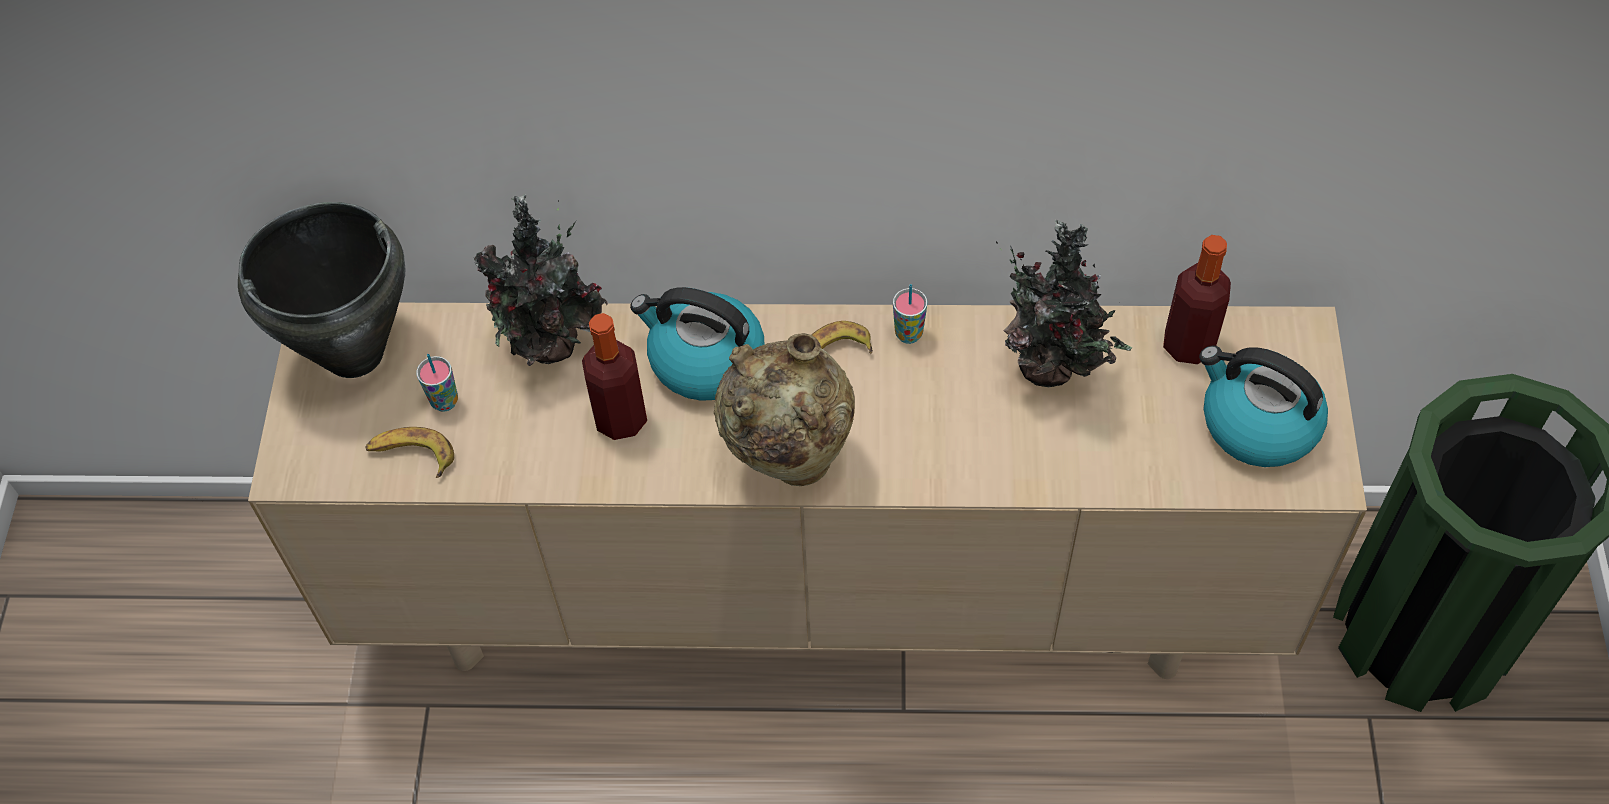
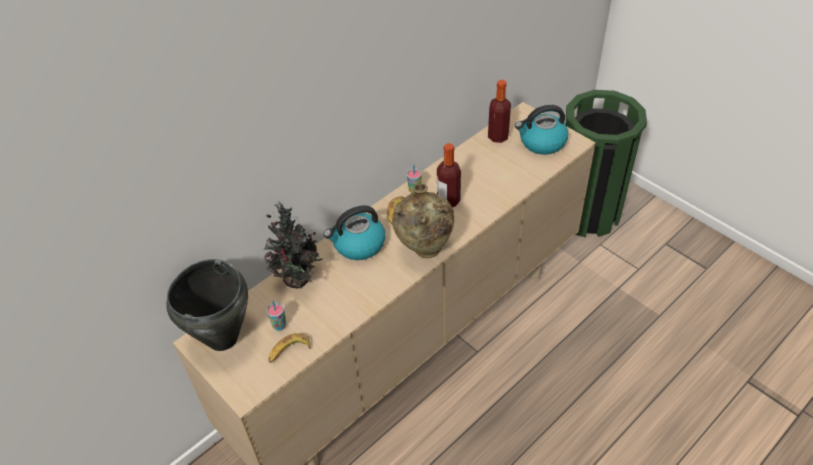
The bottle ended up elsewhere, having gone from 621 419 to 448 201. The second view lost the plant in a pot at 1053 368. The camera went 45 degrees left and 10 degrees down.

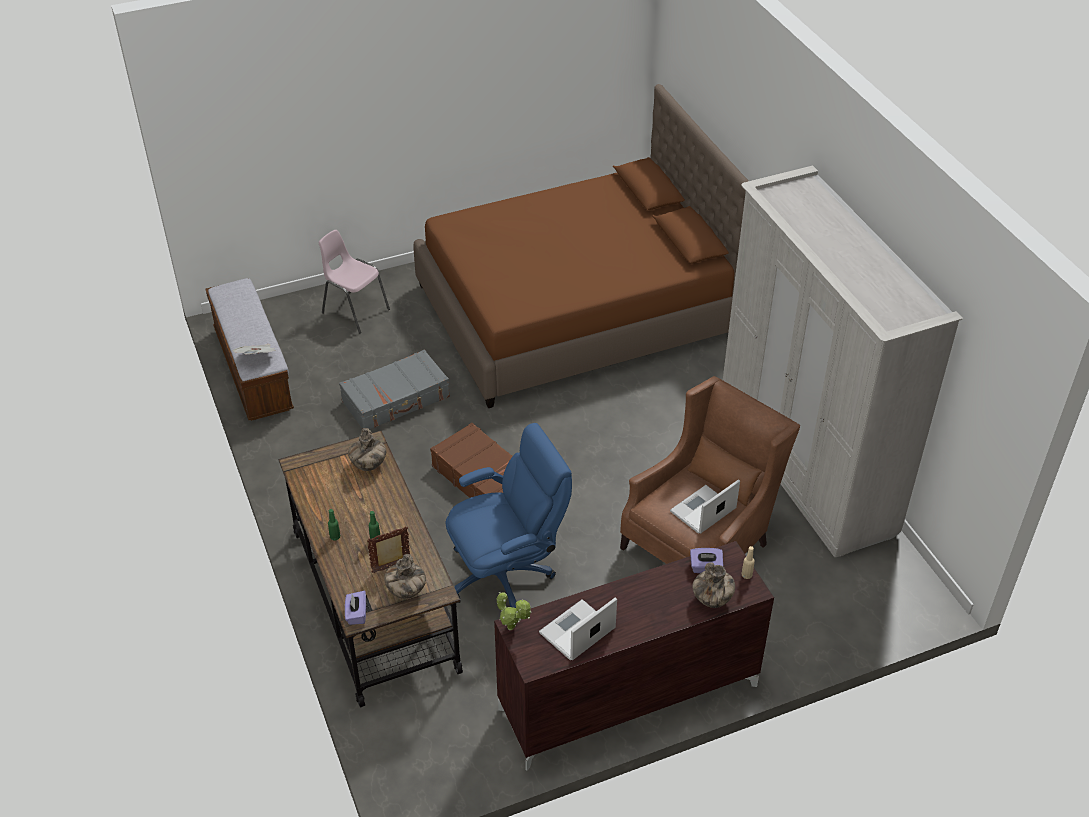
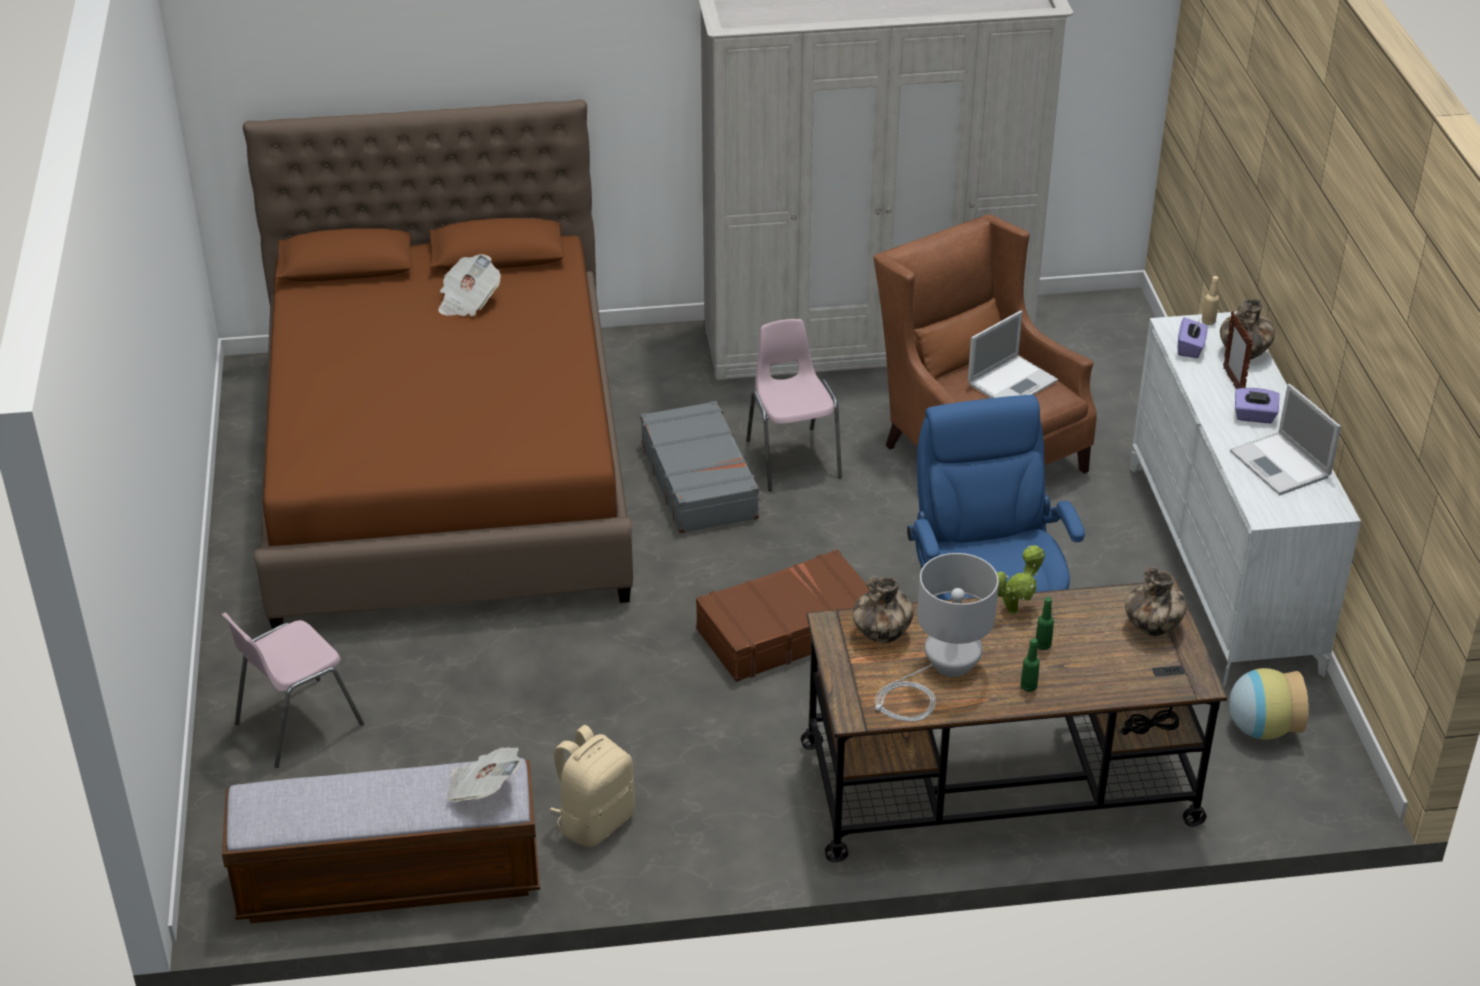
The travel case in grey ended up elsewhere, having gone from 396 399 to 700 481. The box of tissues in purplish ended up elsewhere, having gone from 356 614 to 1254 416. The picture frame ended up elsewhere, having gone from 391 567 to 1233 383. What was the drawer chest in brown-coloured at 628 698 turned into the drawer chest in white at 1222 567. The plant in a pot ended up elsewhere, having gone from 512 628 to 1015 610. The laptop at 702 511 ended up facing another way, 105 degrees counterclockwise from before. The second view gained the newspaper at 468 301. The second view gained the backpack in beige at 595 821. The second view gained the upright chair in pink-coloured at 792 458. The second view gained the table lamp in grey at 934 678. The second view gained the flower vase at 1261 728. The camera went 75 degrees left and 5 degrees down.

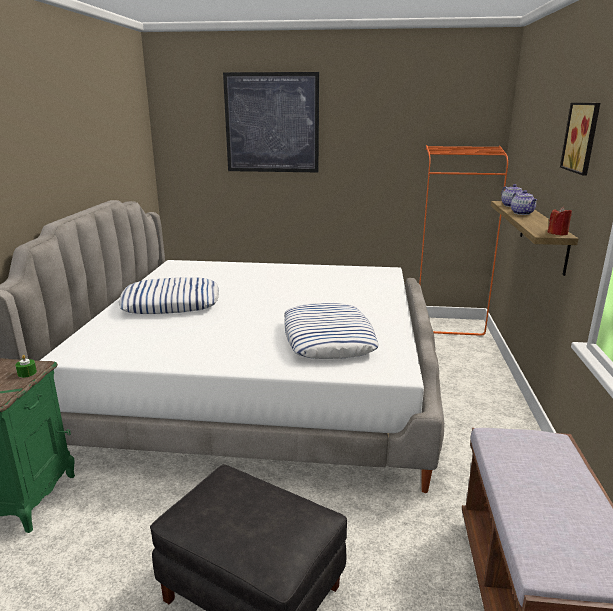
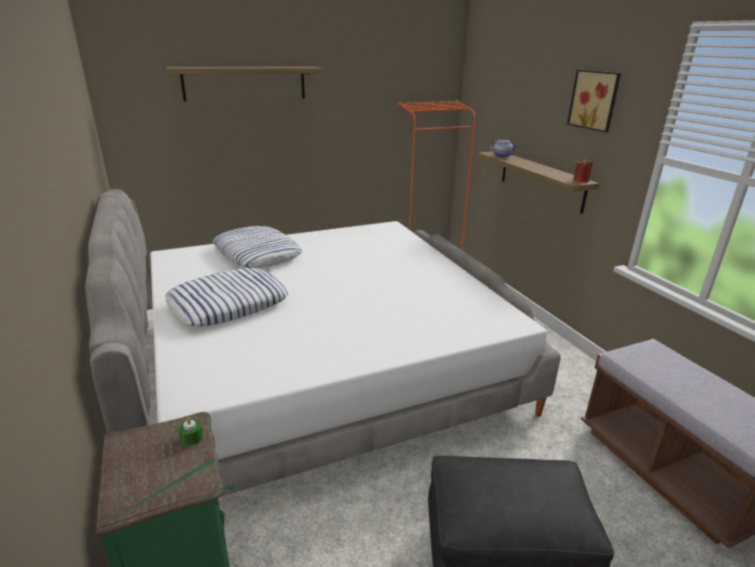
Where the picture hung at 272 123, the bracket shelf came to hang at 245 83. The throw pillow ended up elsewhere, having gone from 327 338 to 257 253. The second view lost the teapot at 522 213. The camera went 30 degrees left and 5 degrees up.

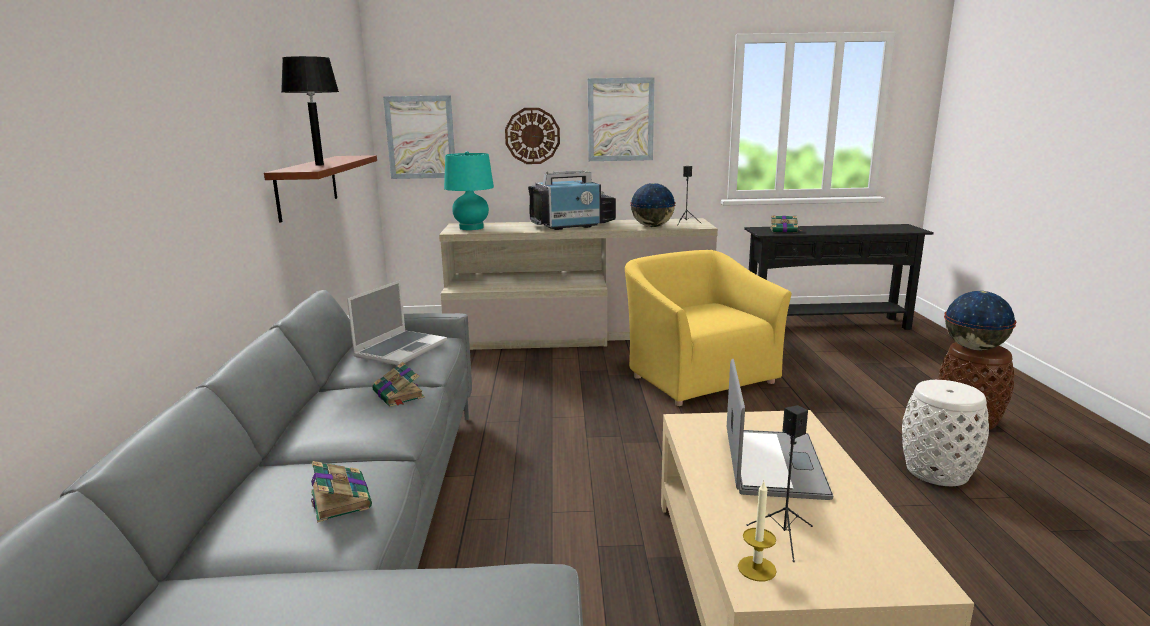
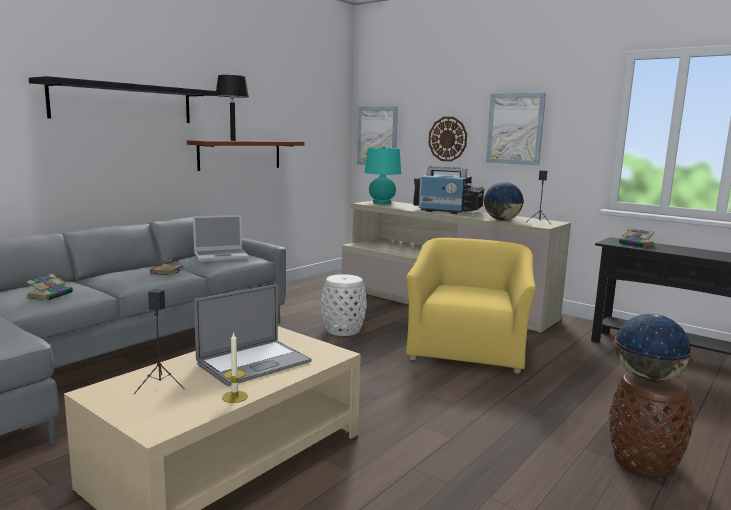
The wax candle ended up elsewhere, having gone from 757 568 to 235 397. The stool seat in white ended up elsewhere, having gone from 936 471 to 343 330. The second view gained the bracket shelf in black-coloured at 124 103. The camera went 40 degrees right and 5 degrees down.

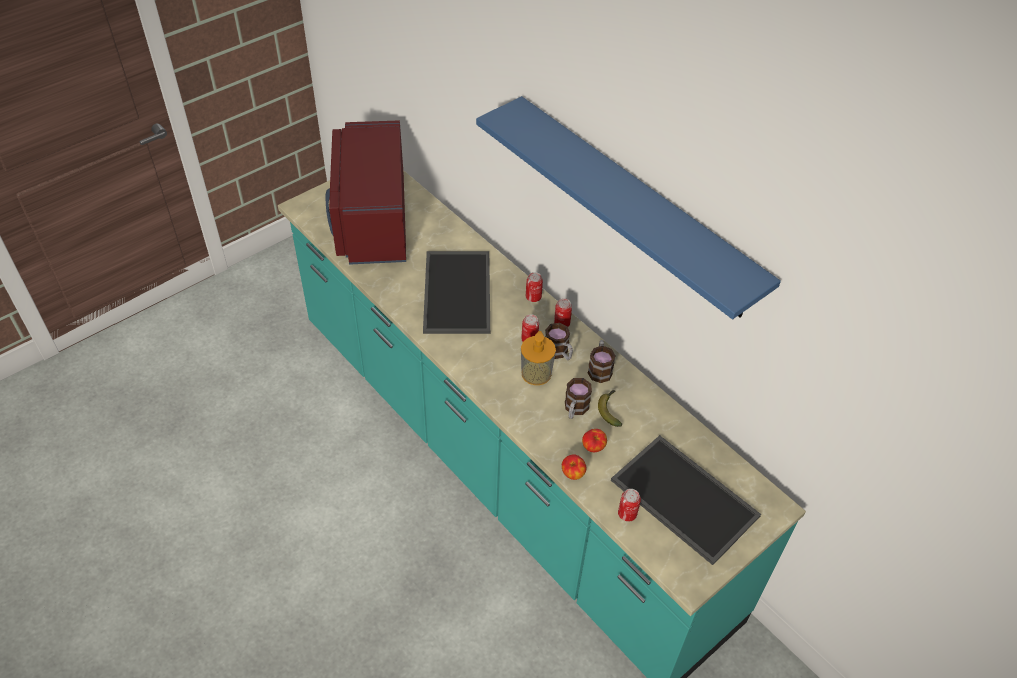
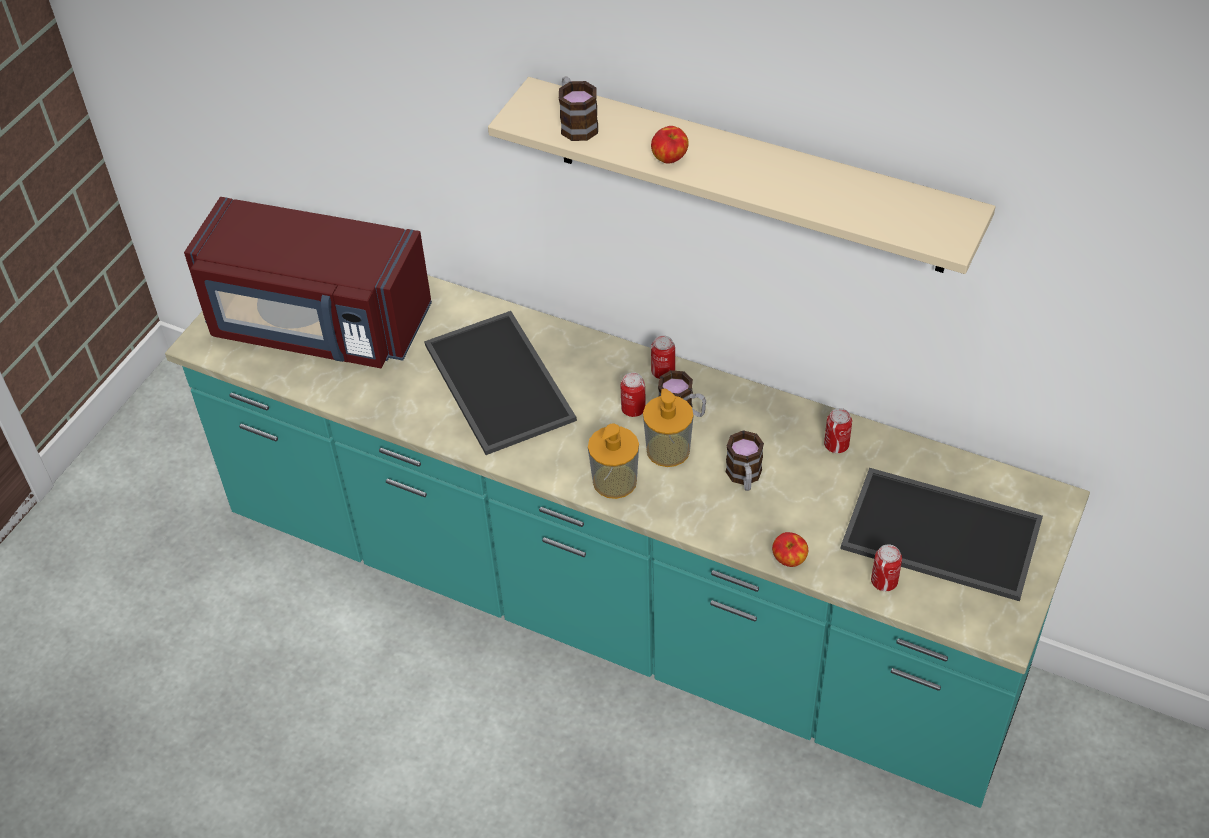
The microwave in red at 371 219 ended up facing another way, 45 degrees counterclockwise from before. What was the bracket shelf in blue at 635 207 turned into the bracket shelf in beige at 749 176. The metal can ended up elsewhere, having gone from 533 297 to 836 445. The apple fruit ended up elsewhere, having gone from 593 447 to 670 159. The mug ended up elsewhere, having gone from 599 368 to 576 123. The second view lost the whole banana at 610 410. The second view gained the soap dispenser at 614 481. The camera went 20 degrees left and 0 degrees up.

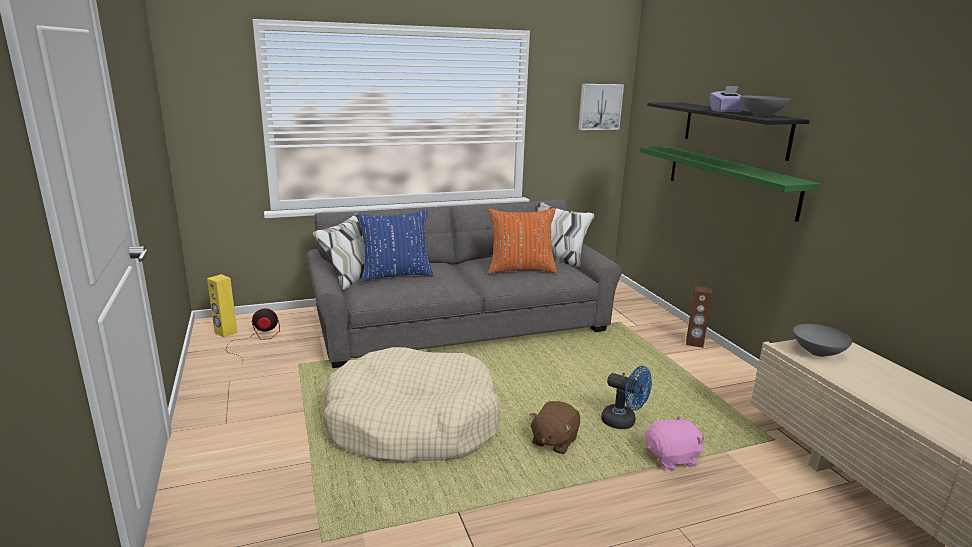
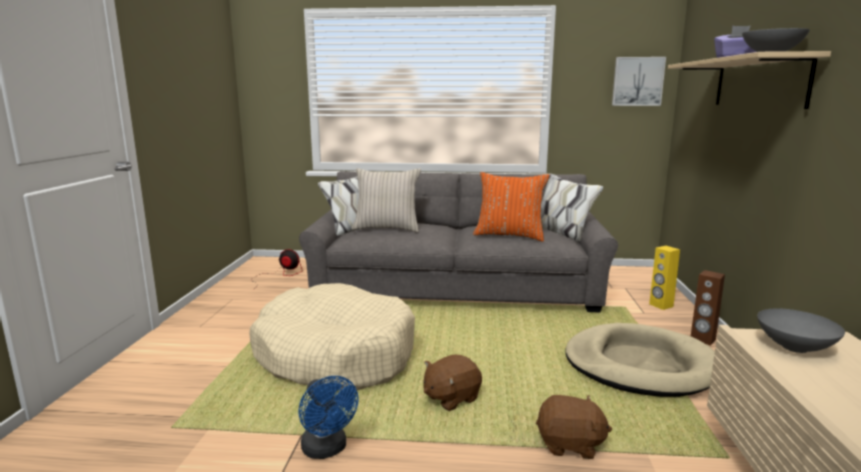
The loudspeaker in yellow ended up elsewhere, having gone from 225 333 to 661 305. What was the throw pillow in blue at 395 275 turned into the throw pillow in beige at 387 228. The electric fan in blue ended up elsewhere, having gone from 624 422 to 327 450. The second view lost the bracket shelf in greenish at 729 180. What was the soft toy in pink-coloured at 672 458 turned into the soft toy in brown-coloured at 570 444. What was the bracket shelf in black-coloured at 734 129 turned into the bracket shelf in beige at 759 83. The second view gained the dog bed in beige at 639 365. The camera went 25 degrees right and 5 degrees down.

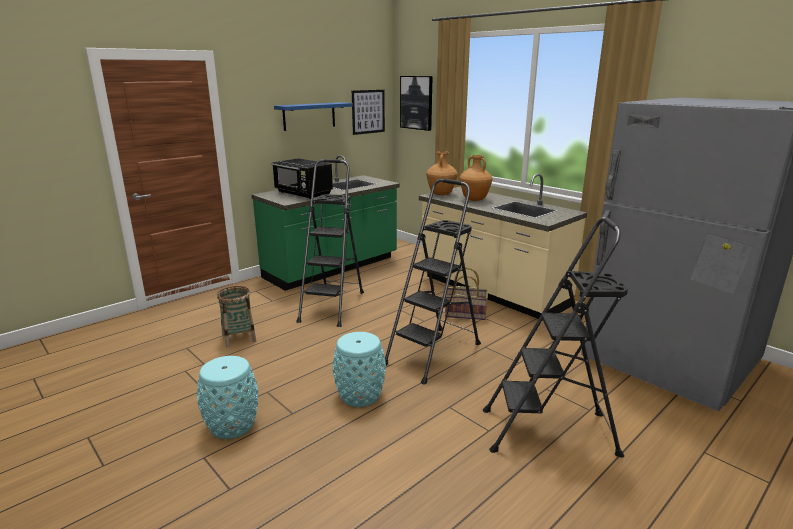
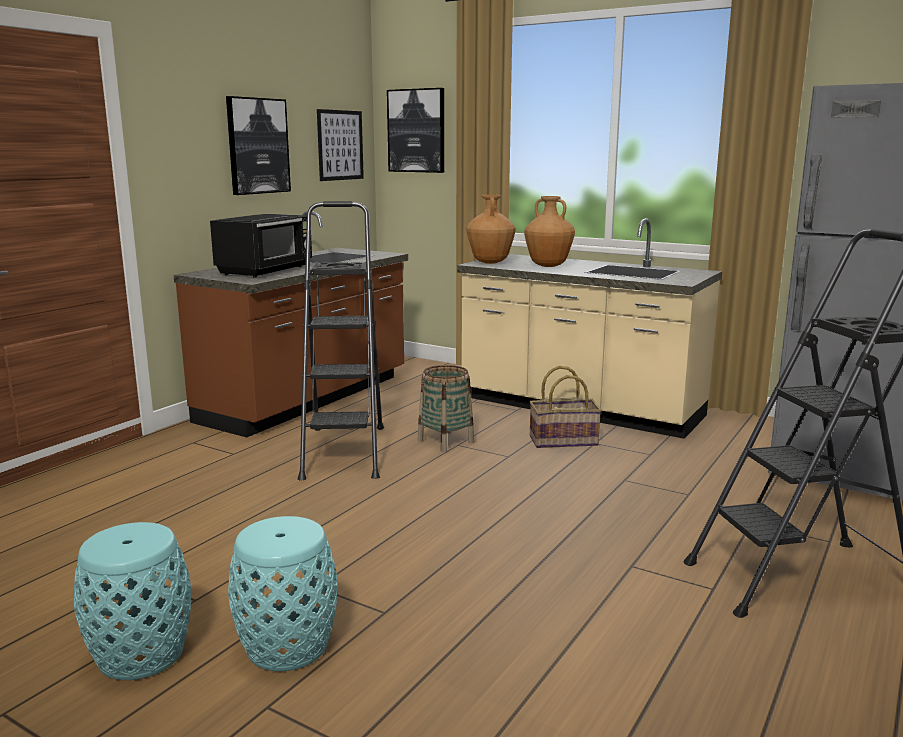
The household basket ended up elsewhere, having gone from 239 338 to 445 441. What was the kitchen counter in greenish at 332 268 turned into the kitchen counter in brown-coloured at 308 399. The microwave in black-coloured at 303 194 ended up facing another way, 90 degrees counterclockwise from before. Where the bracket shelf in blue hung at 309 116, the picture came to hang at 257 146. The stool seat in turquoise ended up elsewhere, having gone from 360 395 to 141 655. The second view lost the step stool at 434 353. The camera went 15 degrees left and 5 degrees down.

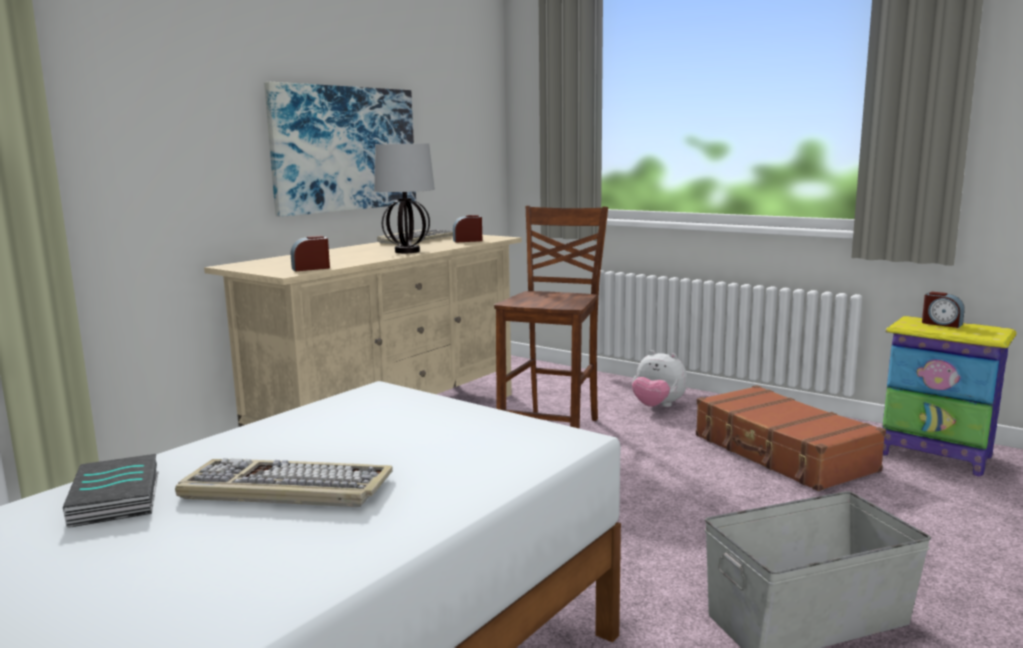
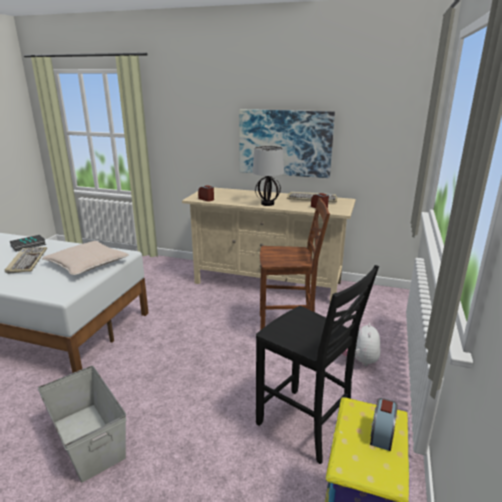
Where the travel case in brown-coloured stood at 782 454, the upright chair in black-coloured came to stand at 305 426. The second view gained the throw pillow in beige at 87 263. The camera went 70 degrees right and 10 degrees up.

